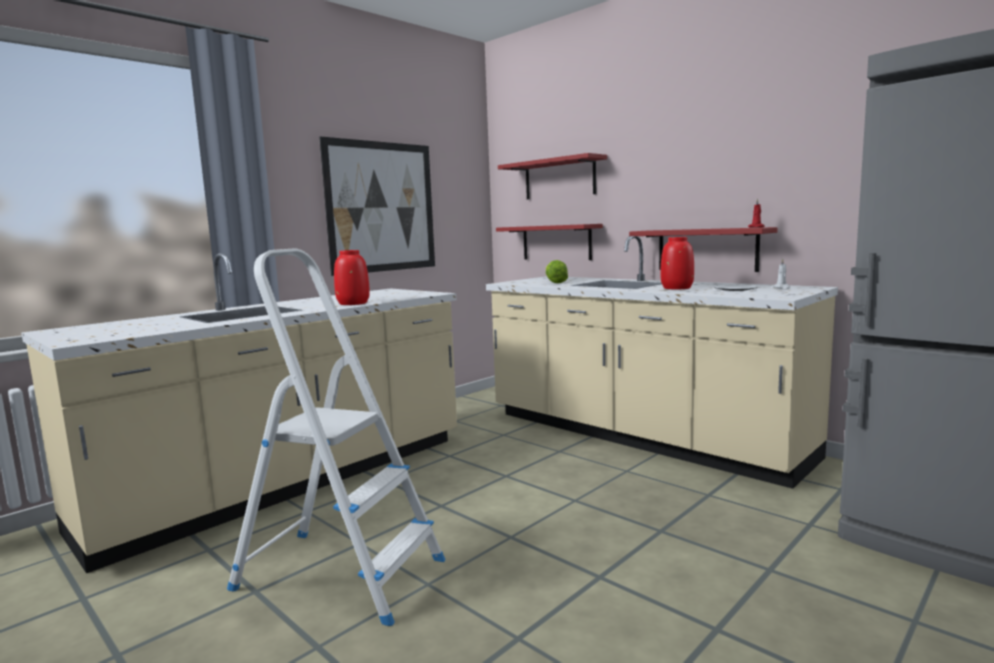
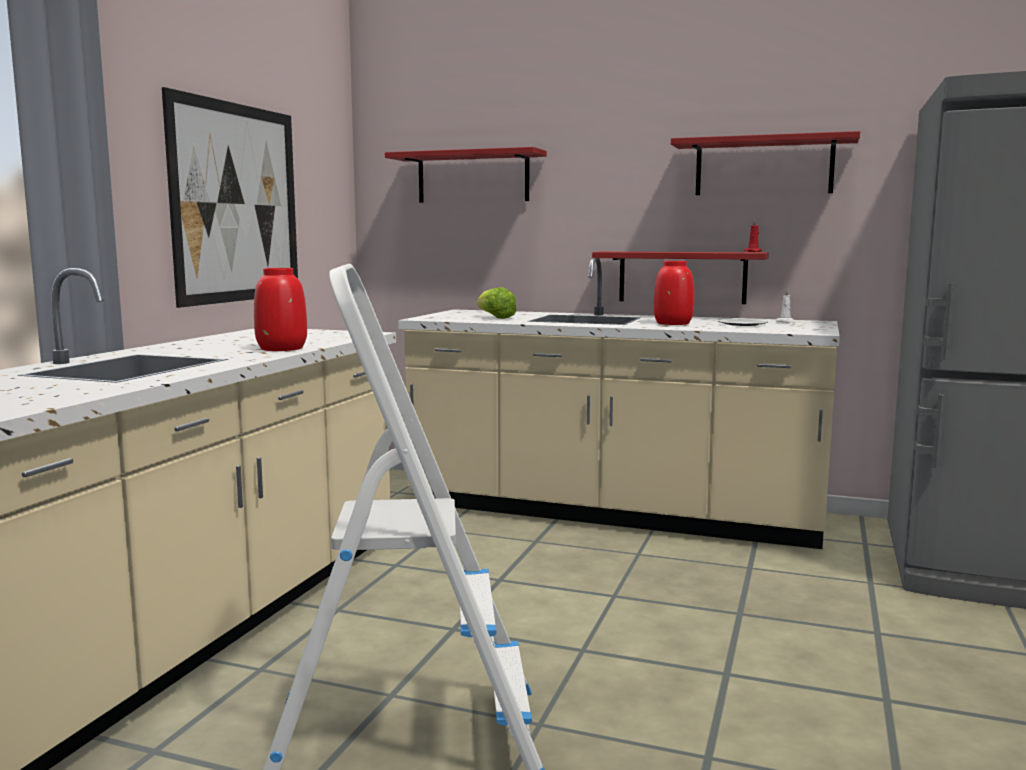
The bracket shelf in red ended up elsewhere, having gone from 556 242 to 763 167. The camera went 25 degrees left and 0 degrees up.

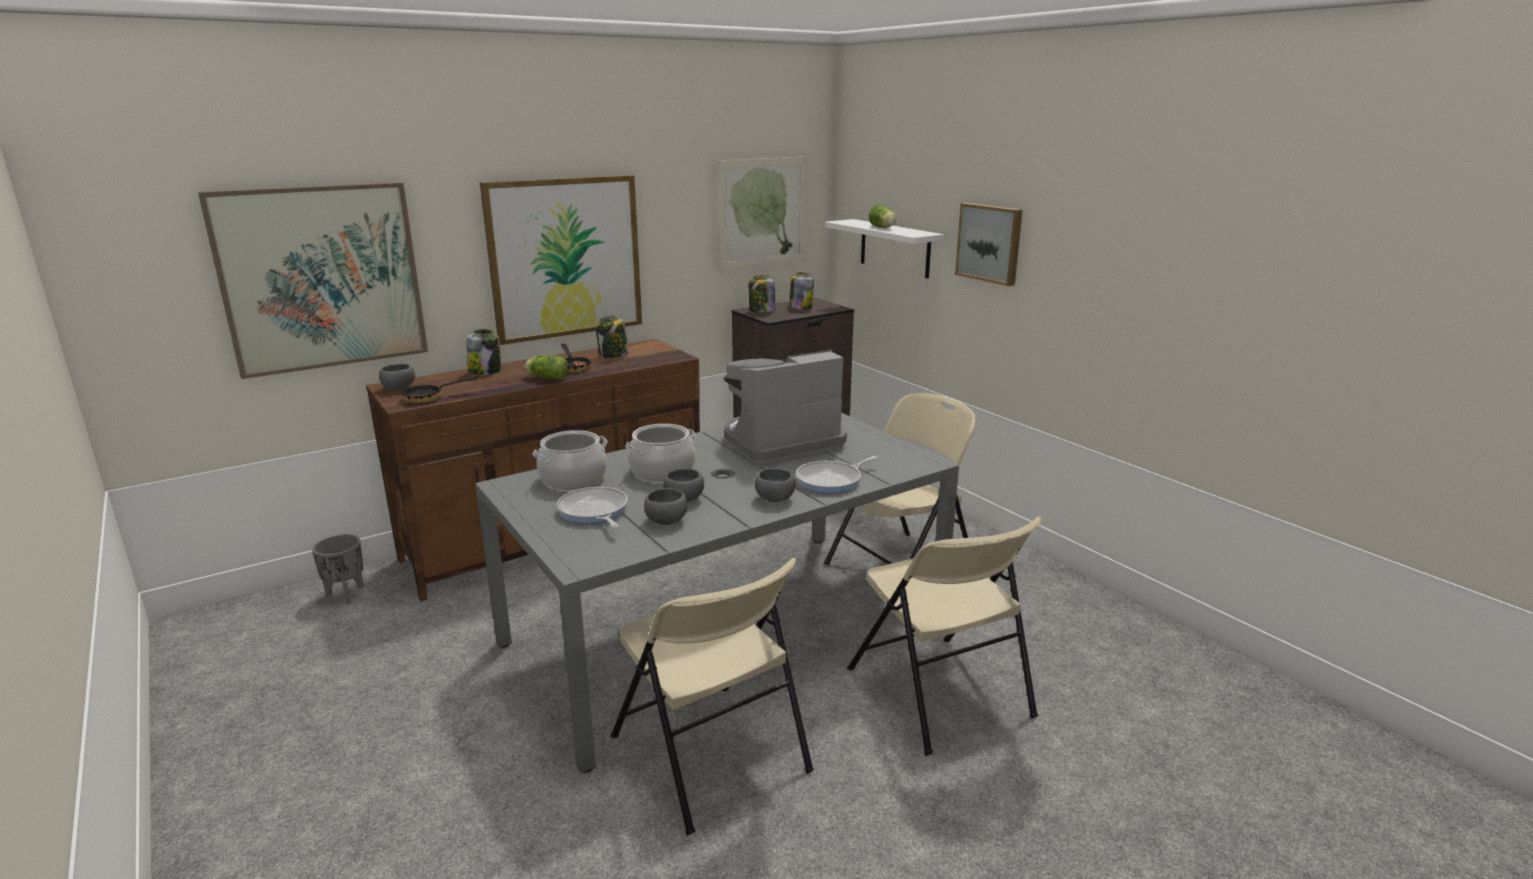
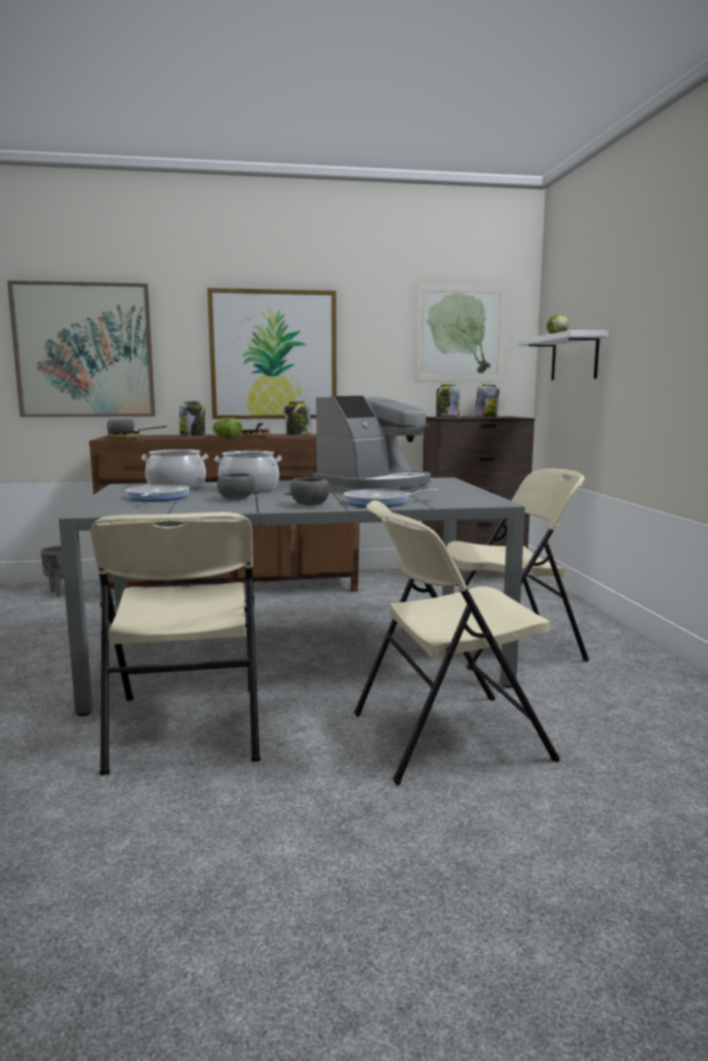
The second view lost the bowl in grey at 666 520. The coffee machine at 779 442 ended up facing another way, 135 degrees clockwise from before. The upright chair in beige at 938 692 ended up facing another way, 75 degrees clockwise from before. The second view lost the picture at 990 243. The camera went 25 degrees right and 10 degrees down.

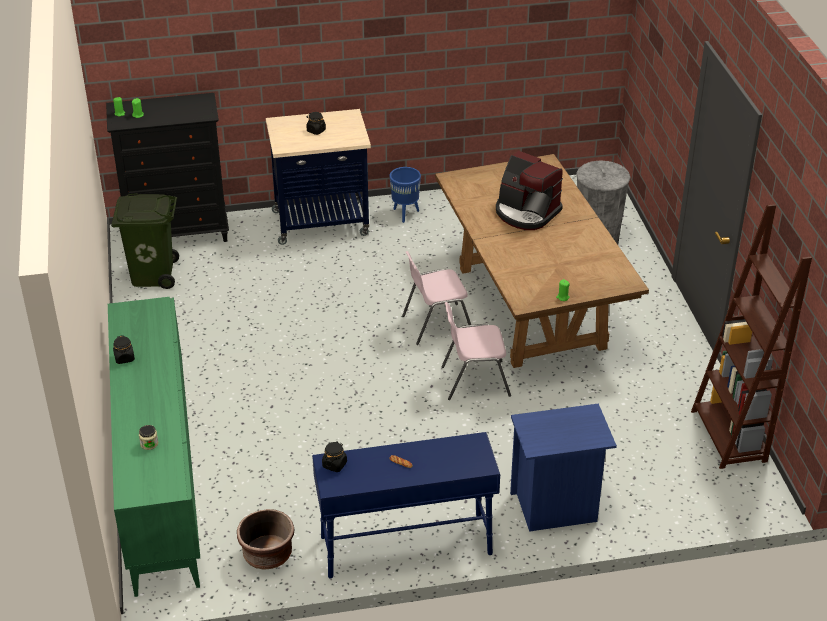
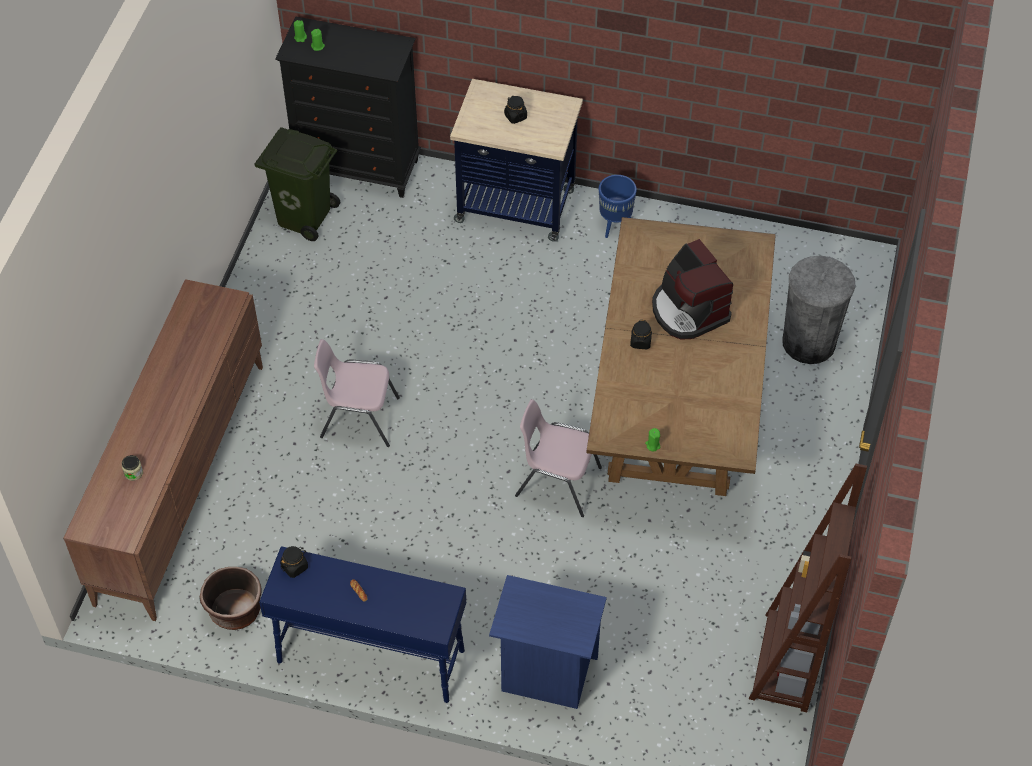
What was the storage cabinet in greenish at 158 479 turned into the storage cabinet in brown-coloured at 181 480. The storage jar in black-coloured ended up elsewhere, having gone from 124 358 to 640 342. The upright chair in pink-coloured ended up elsewhere, having gone from 436 324 to 358 418. The camera went 25 degrees right and 15 degrees up.

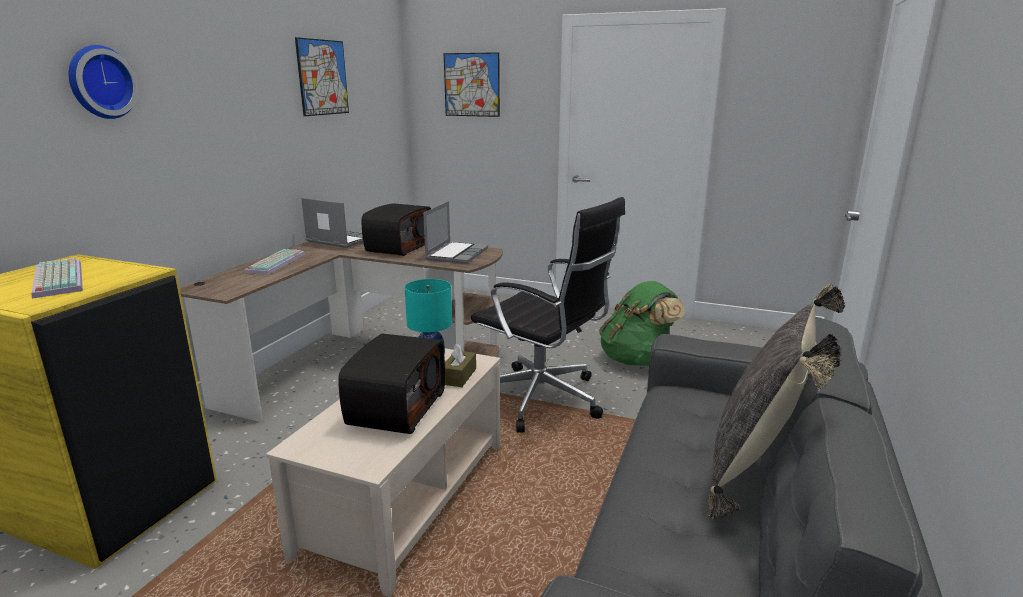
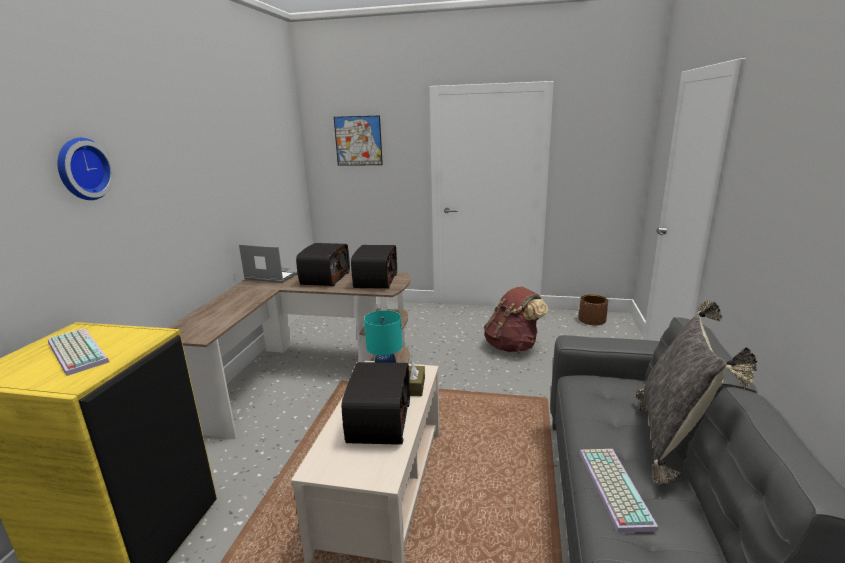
The PC keyboard ended up elsewhere, having gone from 275 262 to 612 487. The second view lost the picture at 323 77. Where the laptop stood at 456 254, the radio set came to stand at 375 281. The second view lost the computer chair in black-coloured at 543 400. What was the backpack in greenish at 636 359 turned into the backpack in brown-coloured at 512 346. The second view gained the flower pot in brown-coloured at 592 320. The camera went 10 degrees left and 0 degrees up.

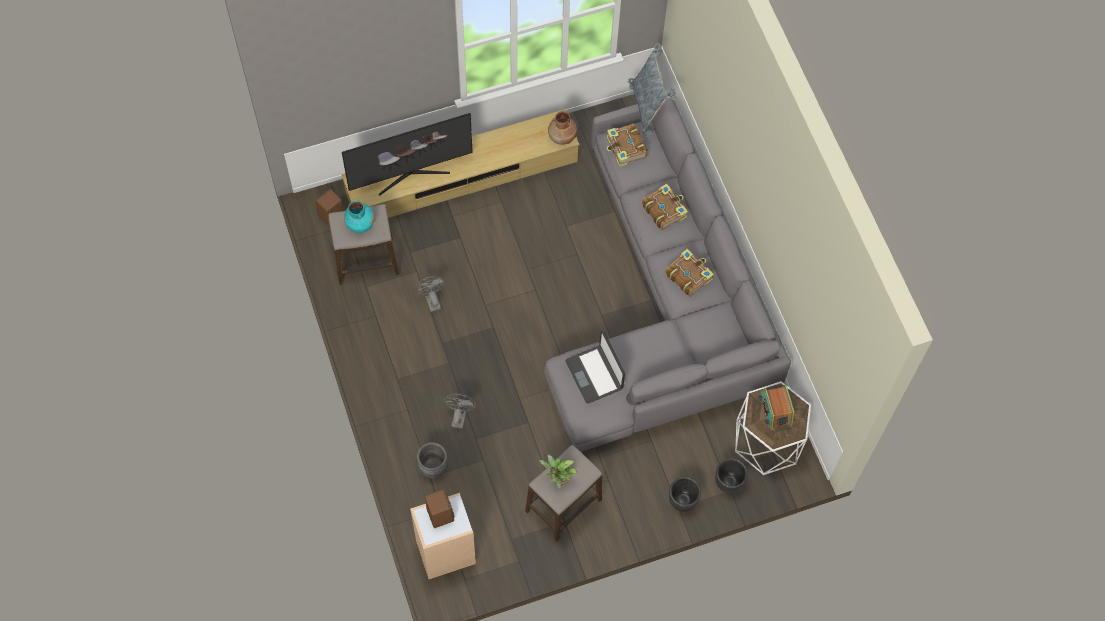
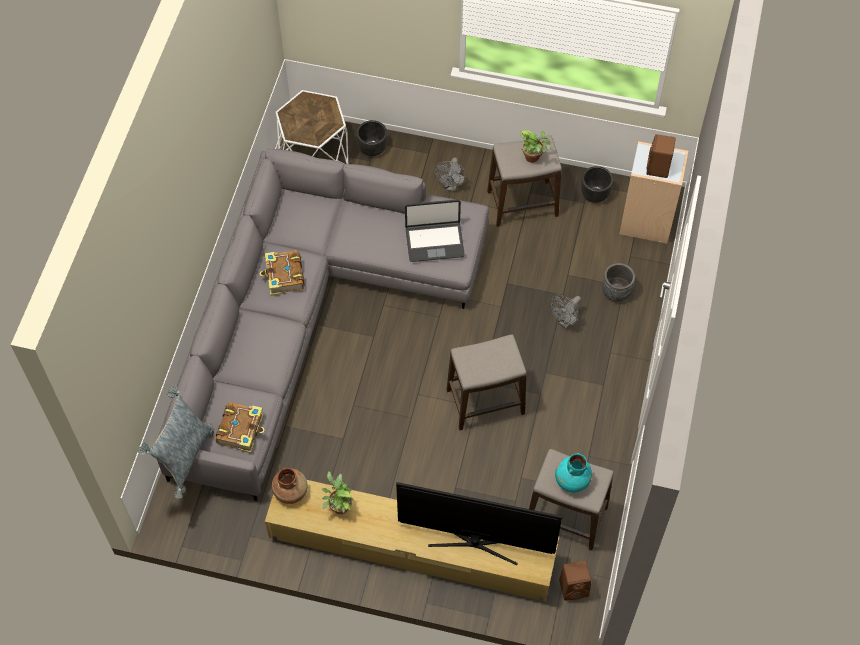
The electric fan in grey ended up elsewhere, having gone from 431 300 to 451 186. The laptop at 594 374 ended up facing another way, 75 degrees clockwise from before. The second view lost the book at 664 210. The flower pot in black-coloured ended up elsewhere, having gone from 682 501 to 595 195. The second view lost the radio set at 775 410. The second view gained the plant in a pot at 339 506. The second view gained the stool seat at 485 402. The camera went 145 degrees left and 5 degrees down.

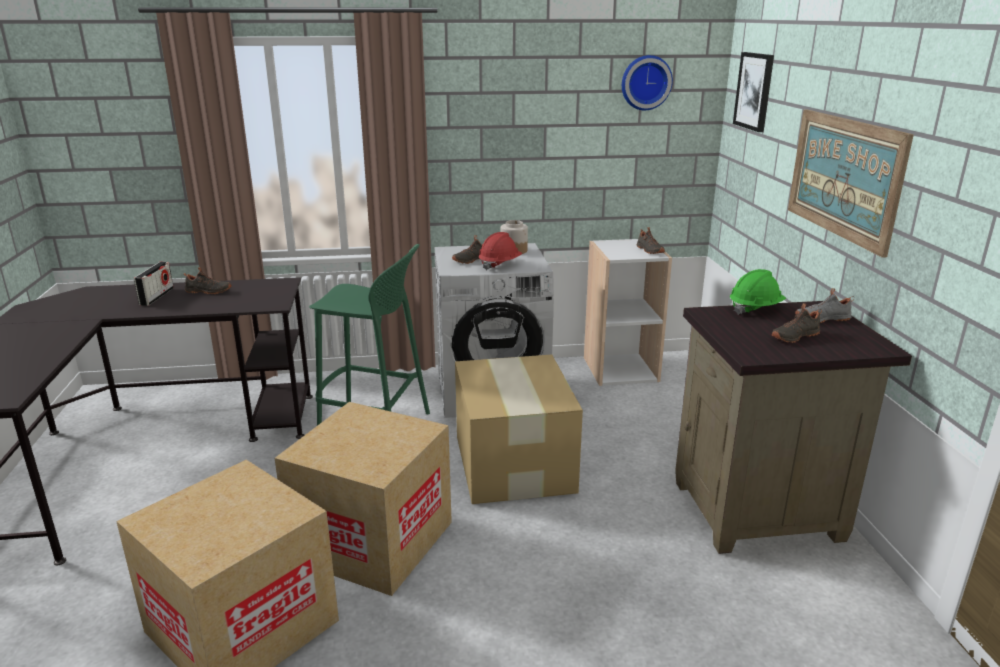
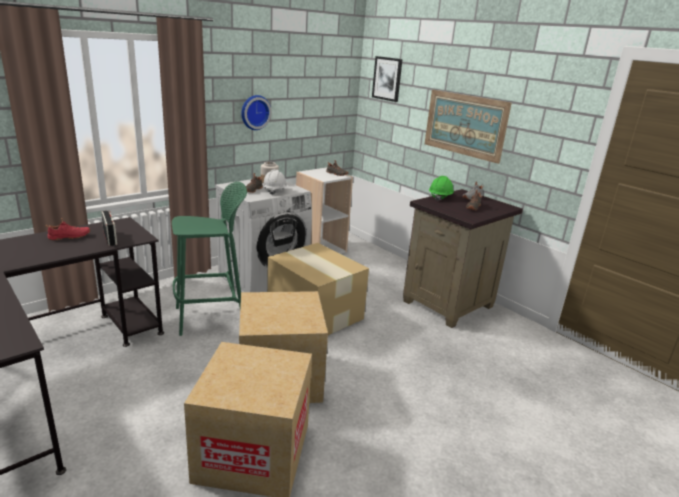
The radio set ended up elsewhere, having gone from 157 296 to 110 238. What was the shoe in black-coloured at 208 292 turned into the shoe in red at 69 237. What was the safety helmet in red at 499 264 turned into the safety helmet in white at 274 190. The clock on the wall ended up elsewhere, having gone from 645 82 to 254 112. The camera went 35 degrees left and 0 degrees up.

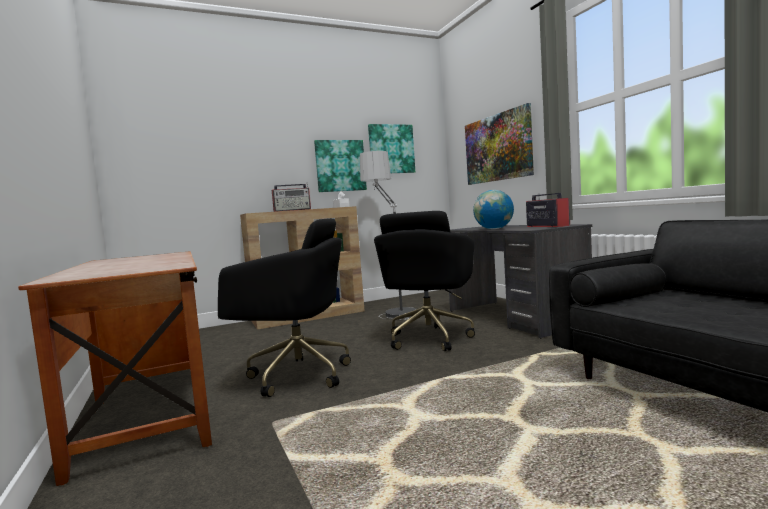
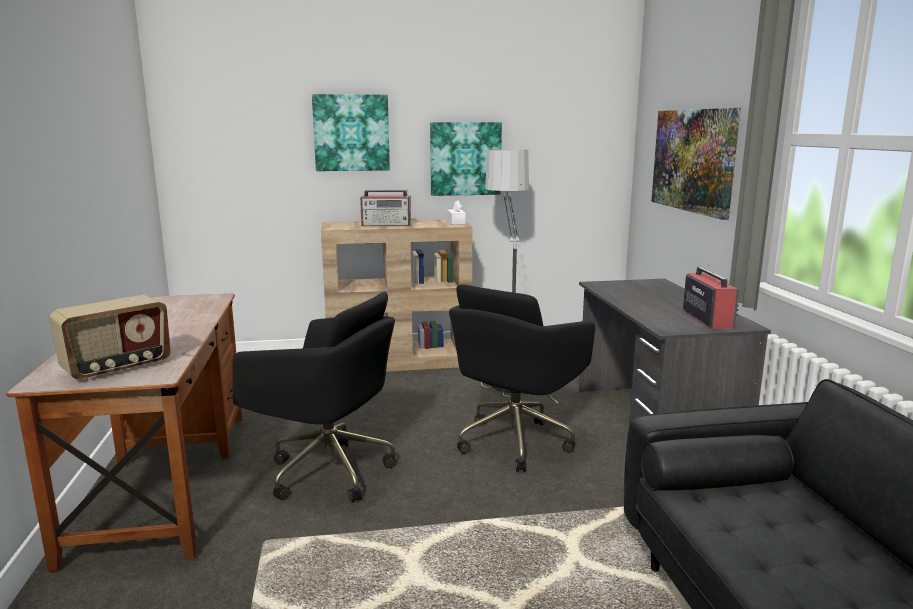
The picture ended up elsewhere, having gone from 391 149 to 351 133. The second view lost the world globe at 494 229. The second view gained the radio set at 117 368. The camera went 15 degrees right and 10 degrees up.

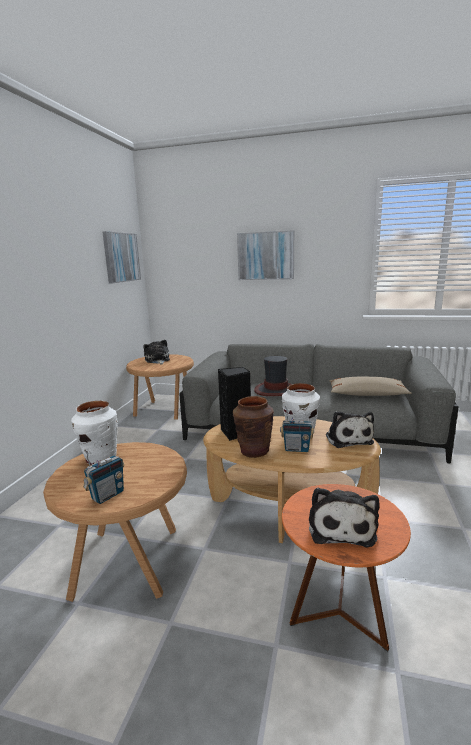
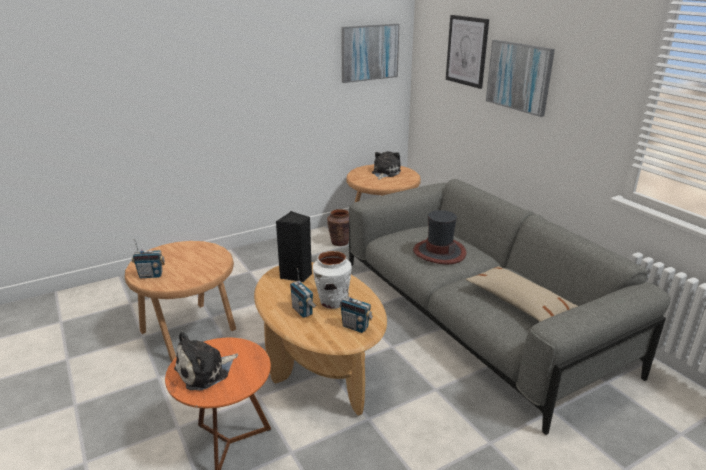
The second view lost the flower vase in white at 100 458. The flower vase in brown-coloured ended up elsewhere, having gone from 254 451 to 340 242. Where the soft toy stood at 348 438, the radio set came to stand at 355 327. The second view gained the picture at 467 51. The camera went 45 degrees right and 10 degrees up.

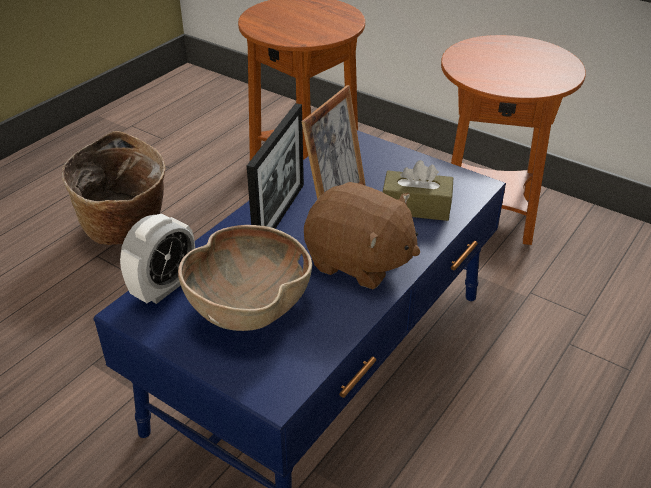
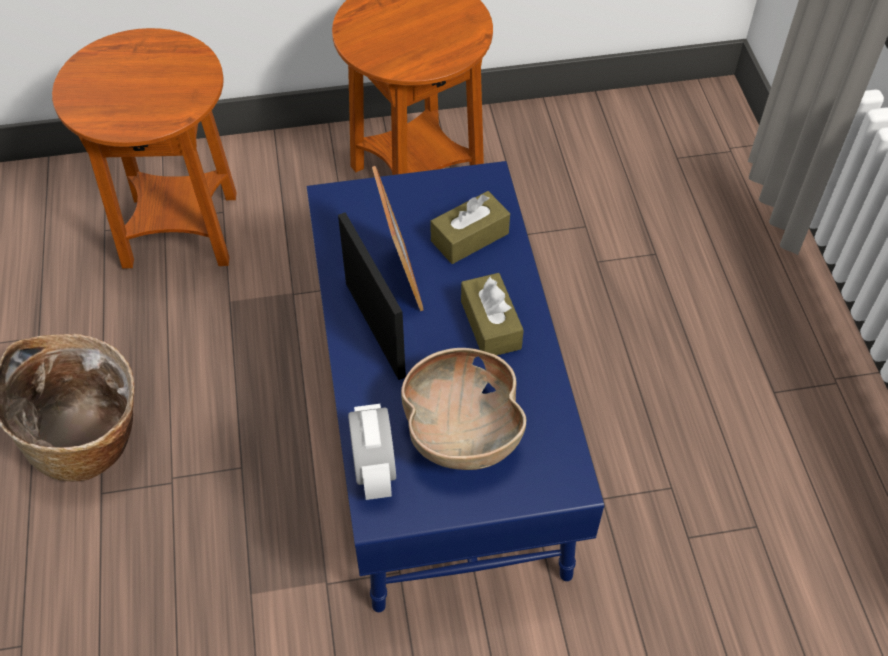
Where the soft toy in brown-coloured stood at 359 261, the box of tissues in brown-coloured came to stand at 490 325. The camera went 45 degrees left and 15 degrees up.

